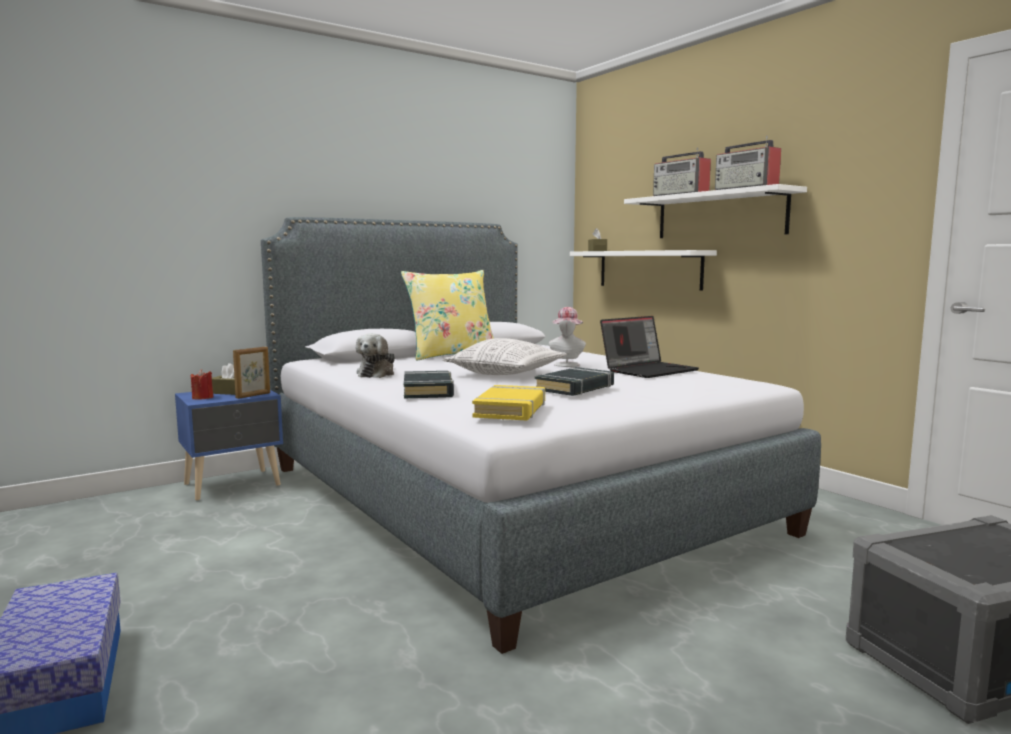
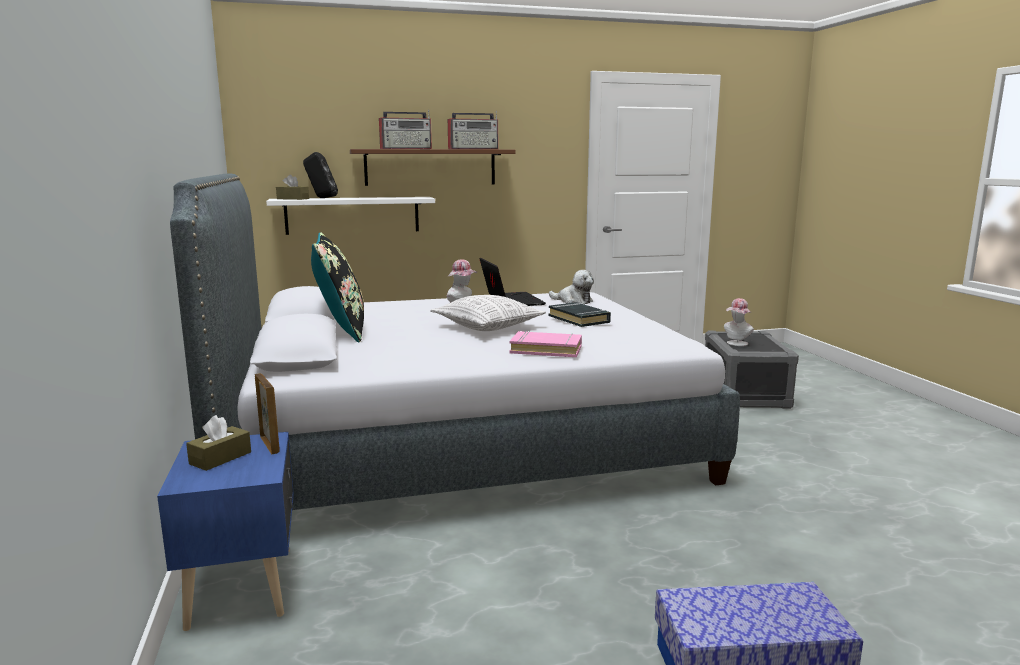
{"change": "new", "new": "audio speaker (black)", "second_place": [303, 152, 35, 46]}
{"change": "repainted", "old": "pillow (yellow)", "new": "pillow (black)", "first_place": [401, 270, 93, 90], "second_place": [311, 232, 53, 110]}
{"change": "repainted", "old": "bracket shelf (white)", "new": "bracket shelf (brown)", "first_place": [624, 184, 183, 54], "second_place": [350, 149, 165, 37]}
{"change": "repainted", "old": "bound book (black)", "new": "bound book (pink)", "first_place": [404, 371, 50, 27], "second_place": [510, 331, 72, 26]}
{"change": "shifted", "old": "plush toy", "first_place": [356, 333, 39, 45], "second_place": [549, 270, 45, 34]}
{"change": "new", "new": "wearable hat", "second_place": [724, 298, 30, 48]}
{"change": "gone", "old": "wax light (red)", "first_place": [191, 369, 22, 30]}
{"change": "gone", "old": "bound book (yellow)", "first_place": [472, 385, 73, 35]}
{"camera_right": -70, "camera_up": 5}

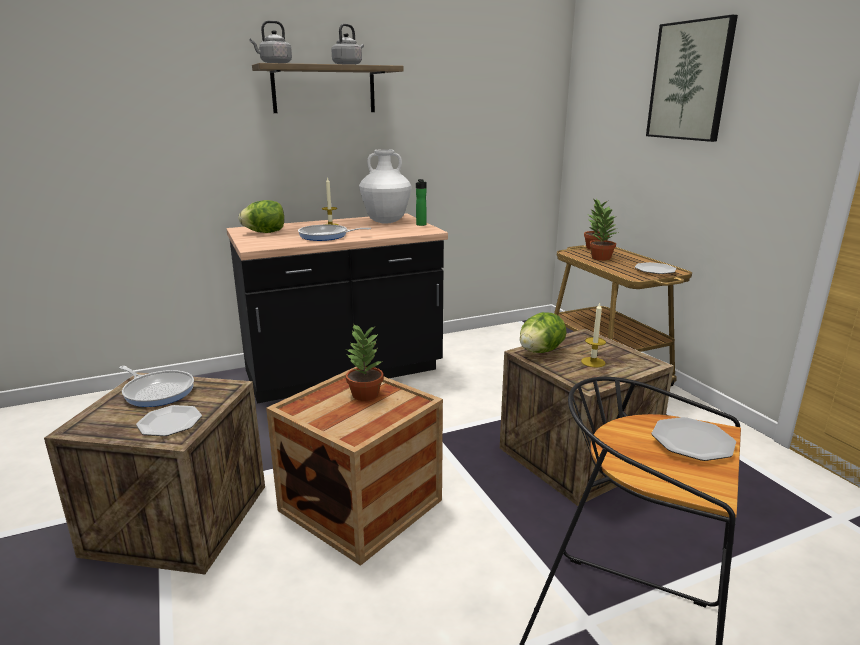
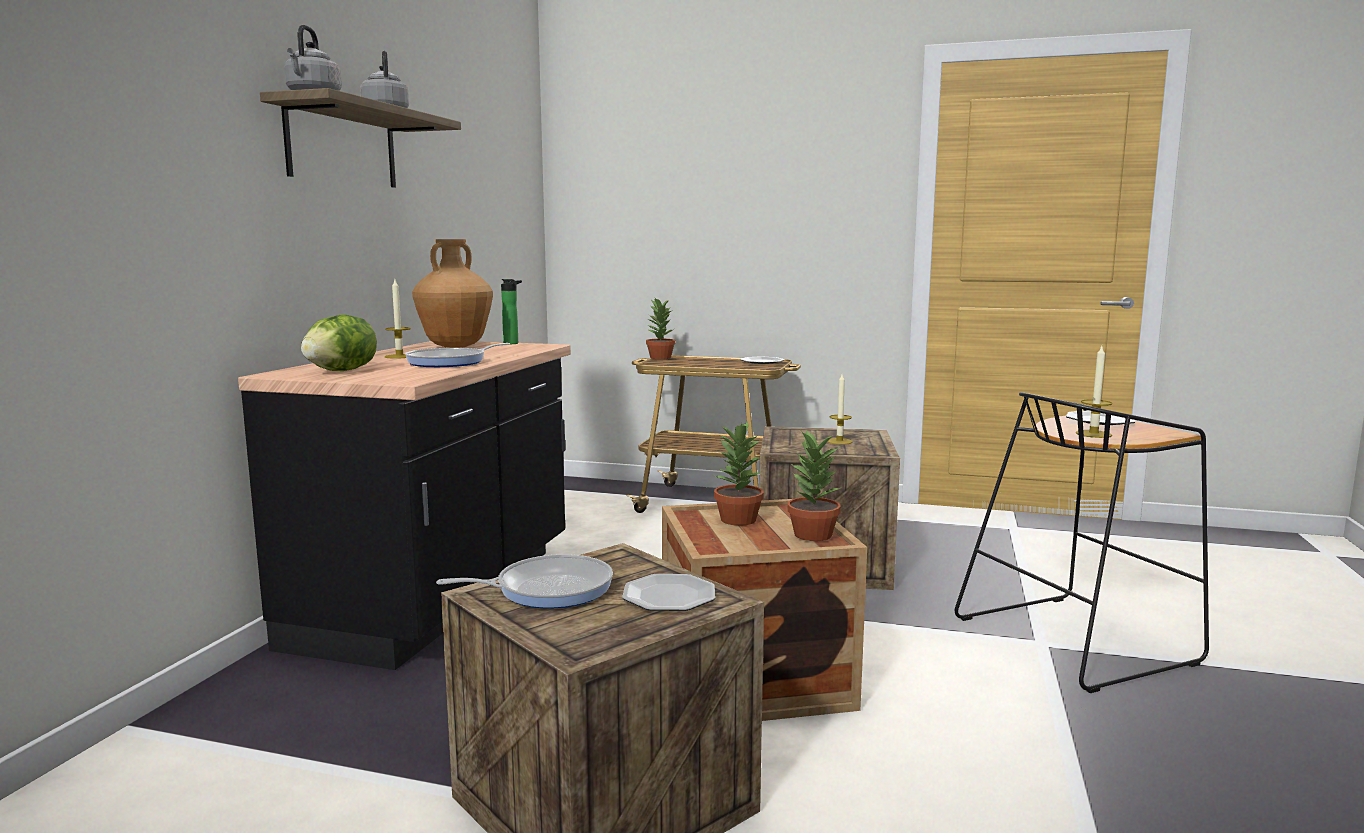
{"change": "repainted", "old": "vase (white)", "new": "vase (brown)", "first_place": [359, 149, 52, 75], "second_place": [412, 239, 81, 109]}
{"change": "shifted", "old": "plant in a pot", "first_place": [589, 206, 30, 55], "second_place": [788, 430, 54, 111]}
{"change": "new", "new": "wax light", "second_place": [1076, 346, 37, 92]}
{"change": "gone", "old": "head of lettuce", "first_place": [520, 312, 46, 41]}
{"change": "gone", "old": "picture", "first_place": [646, 15, 92, 127]}
{"camera_right": -50, "camera_up": -10}

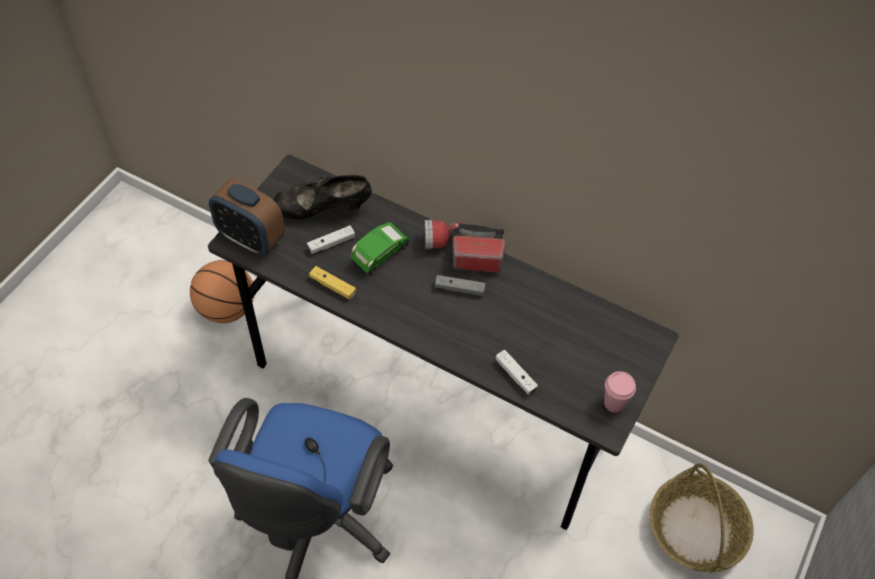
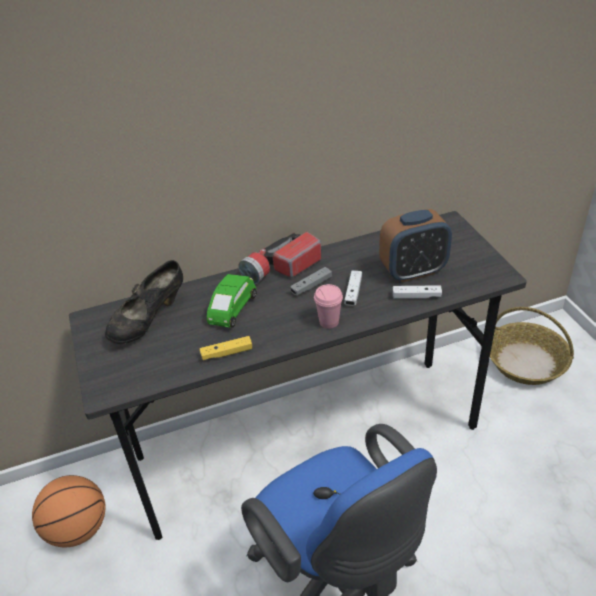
{"change": "rotated", "old": "model car (green-coloured)", "first_place": [350, 222, 60, 53], "second_place": [207, 274, 50, 54], "degrees": -150}
{"change": "shifted", "old": "cup (pink)", "first_place": [604, 371, 32, 42], "second_place": [314, 284, 29, 45]}
{"change": "shifted", "old": "game controller (white)", "first_place": [307, 226, 48, 28], "second_place": [344, 270, 18, 36]}
{"change": "shifted", "old": "table clock", "first_place": [209, 179, 76, 77], "second_place": [379, 209, 73, 73]}
{"camera_right": -45, "camera_up": -15}

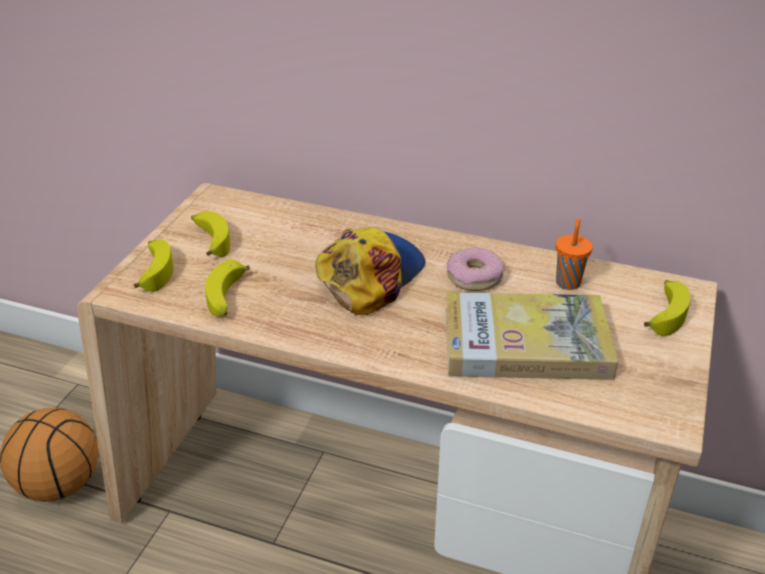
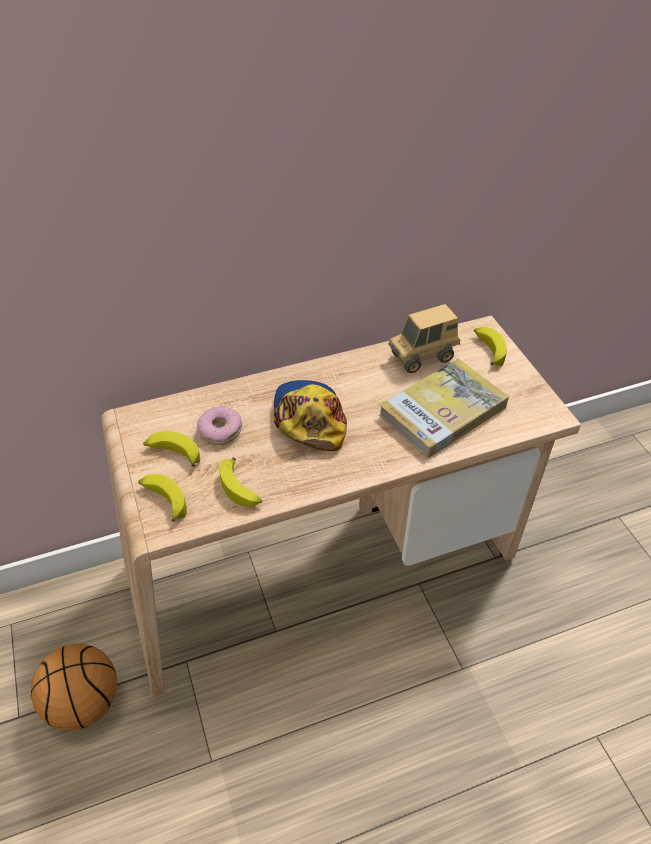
{"change": "shifted", "old": "donut", "first_place": [447, 248, 58, 43], "second_place": [197, 406, 45, 39]}
{"change": "swapped", "old": "cup (orange)", "new": "model truck", "first_place": [556, 218, 37, 72], "second_place": [388, 304, 72, 69]}
{"camera_right": -40, "camera_up": 10}

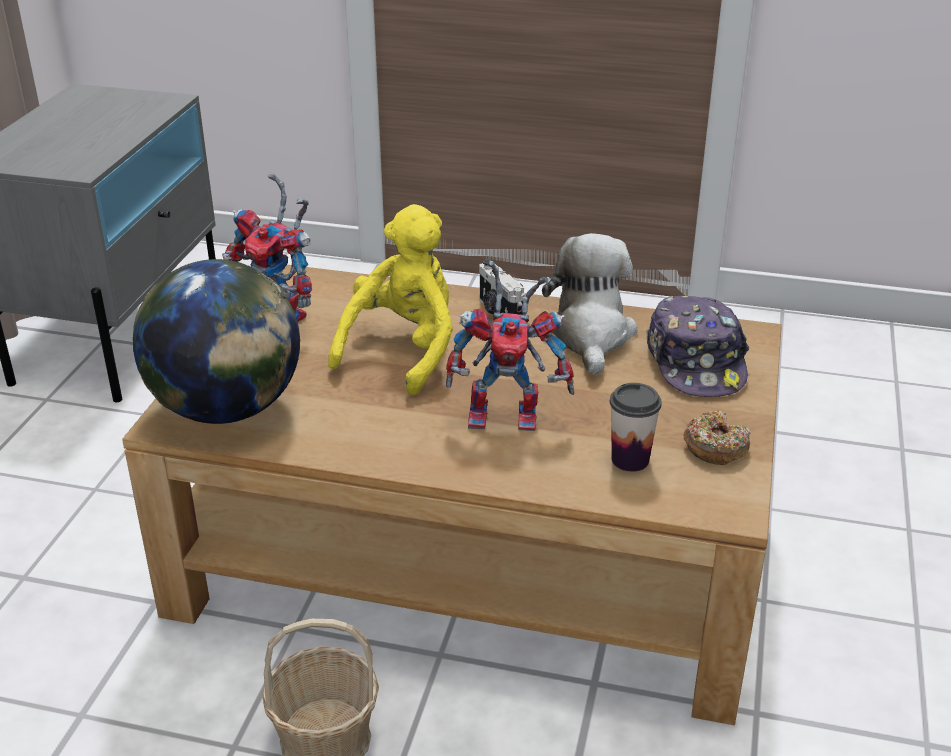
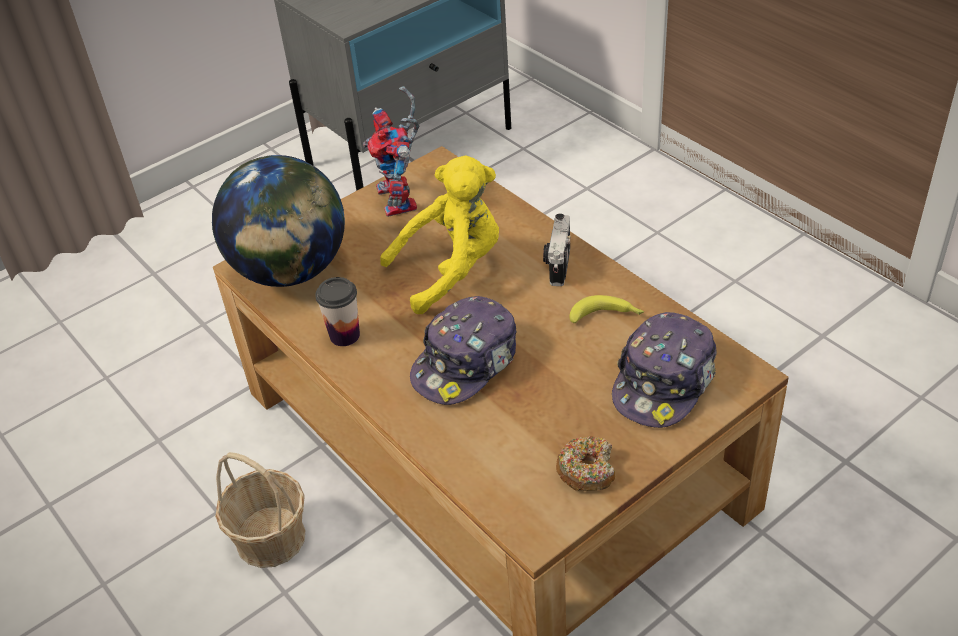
{"change": "shifted", "old": "cup", "first_place": [610, 383, 52, 89], "second_place": [315, 277, 45, 69]}
{"change": "swapped", "old": "model robot", "new": "cap", "first_place": [446, 260, 128, 171], "second_place": [410, 296, 107, 109]}
{"change": "swapped", "old": "plush toy", "new": "banana", "first_place": [542, 233, 96, 143], "second_place": [570, 295, 74, 28]}
{"camera_right": 40, "camera_up": 10}

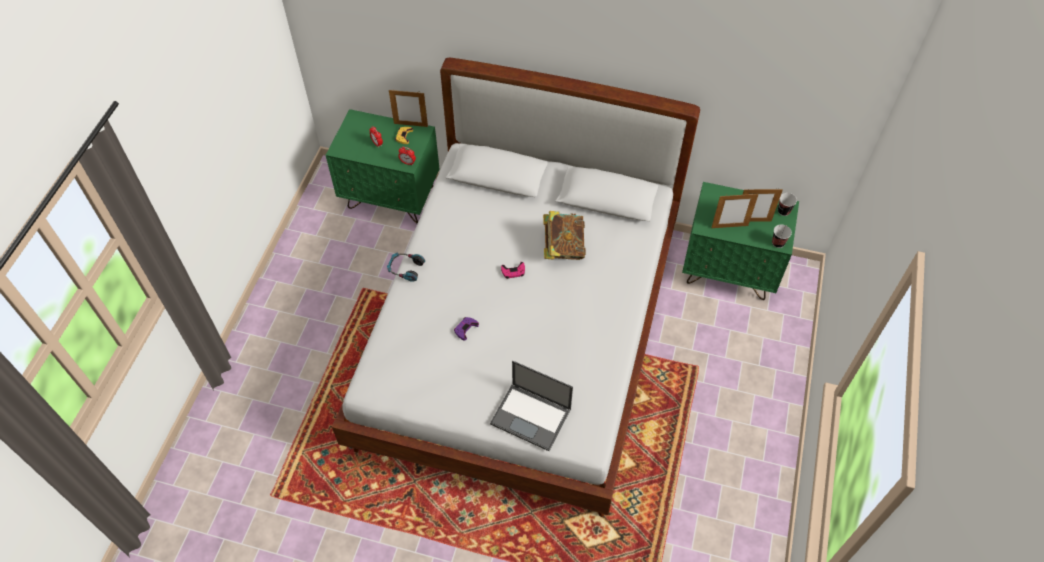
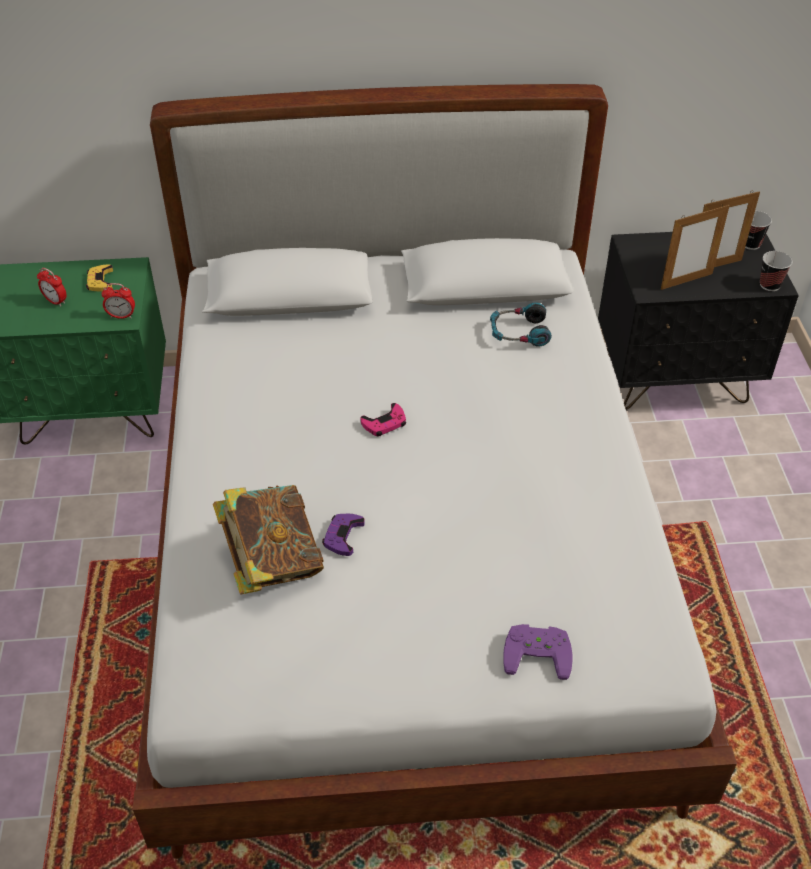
{"change": "shifted", "old": "bound book", "first_place": [543, 211, 43, 49], "second_place": [213, 485, 111, 110]}
{"change": "shifted", "old": "headphones", "first_place": [387, 252, 38, 30], "second_place": [490, 303, 62, 44]}
{"change": "swapped", "old": "portable computer", "new": "game controller (purple)", "first_place": [490, 361, 83, 90], "second_place": [503, 624, 69, 56]}
{"change": "repainted", "old": "nightstand (green-coloured)", "new": "nightstand (black)", "first_place": [682, 182, 117, 118], "second_place": [598, 232, 201, 178]}
{"change": "gone", "old": "standing frame", "first_place": [389, 89, 39, 38]}
{"camera_right": -20, "camera_up": -10}

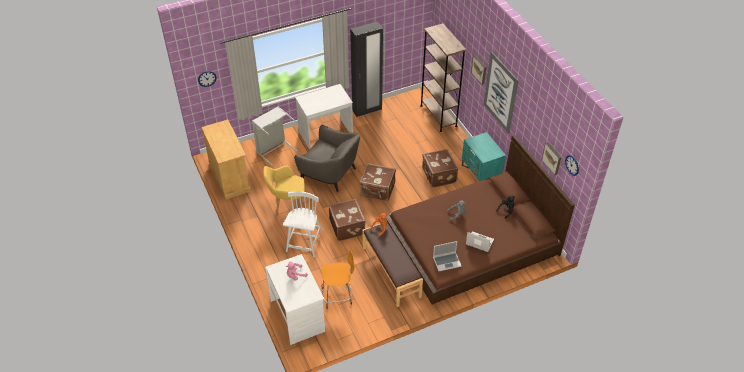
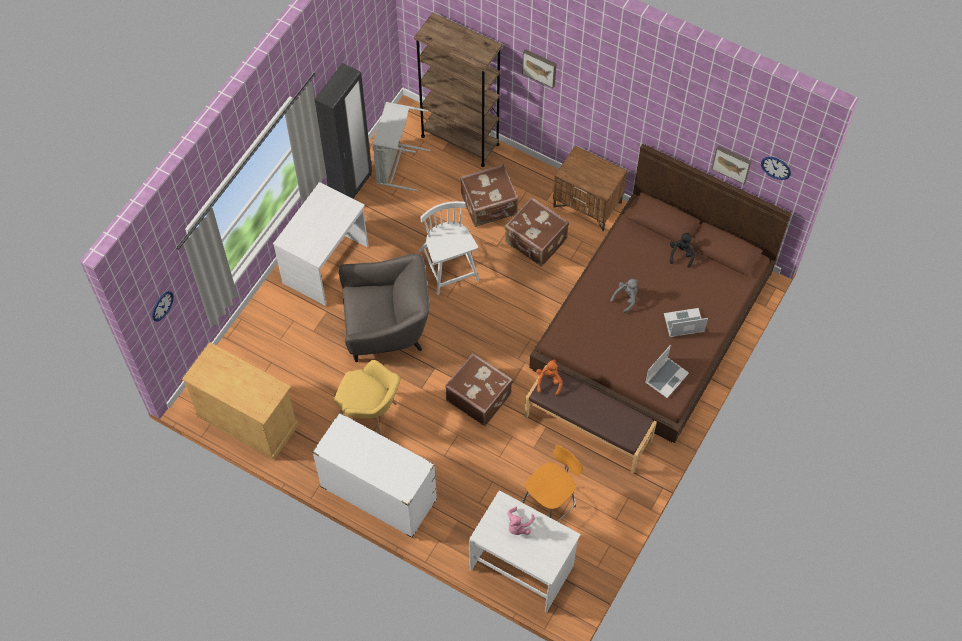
{"change": "new", "new": "chest of drawers (white)", "second_place": [312, 412, 125, 126]}
{"change": "rotated", "old": "lounge chair (yellow)", "first_place": [263, 166, 42, 50], "second_place": [334, 360, 67, 75], "degrees": -120}
{"change": "shifted", "old": "laundry basket (gray)", "first_place": [252, 106, 45, 60], "second_place": [372, 102, 58, 89]}
{"change": "shifted", "old": "chair (white)", "first_place": [283, 191, 41, 66], "second_place": [419, 201, 60, 94]}
{"change": "shifted", "old": "suitcase (brown)", "first_place": [360, 163, 36, 38], "second_place": [460, 164, 58, 63]}
{"change": "repainted", "old": "nightstand (turquoise)", "new": "nightstand (brown)", "first_place": [462, 132, 44, 49], "second_place": [553, 146, 74, 85]}
{"change": "gone", "old": "picture", "first_place": [484, 52, 35, 82]}
{"camera_right": -35, "camera_up": 15}

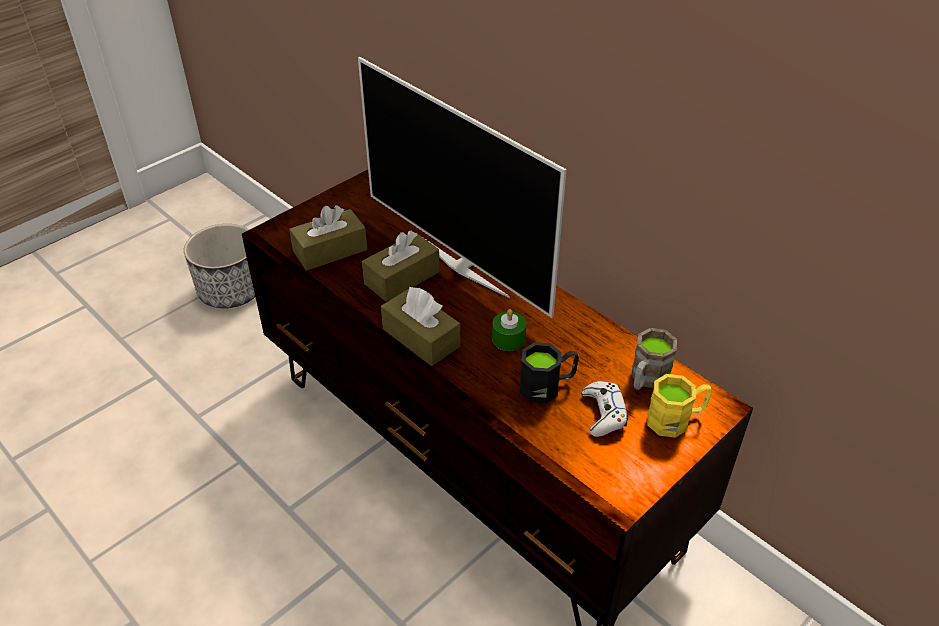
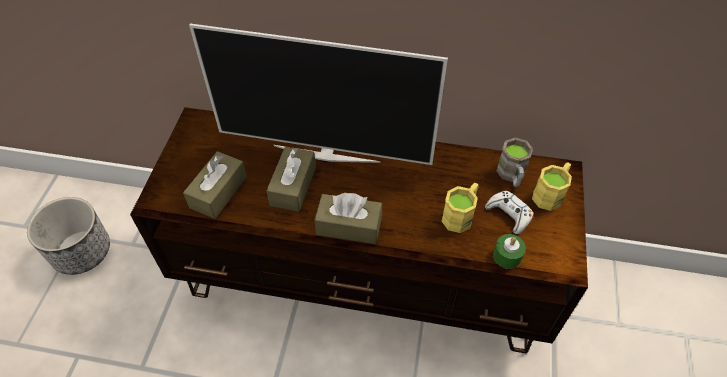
{"change": "repainted", "old": "tea mug (black)", "new": "tea mug (yellow)", "first_place": [520, 342, 59, 61], "second_place": [441, 183, 37, 50]}
{"change": "shifted", "old": "wax light (green-coloured)", "first_place": [492, 309, 34, 42], "second_place": [493, 234, 33, 35]}
{"camera_right": -35, "camera_up": 10}

